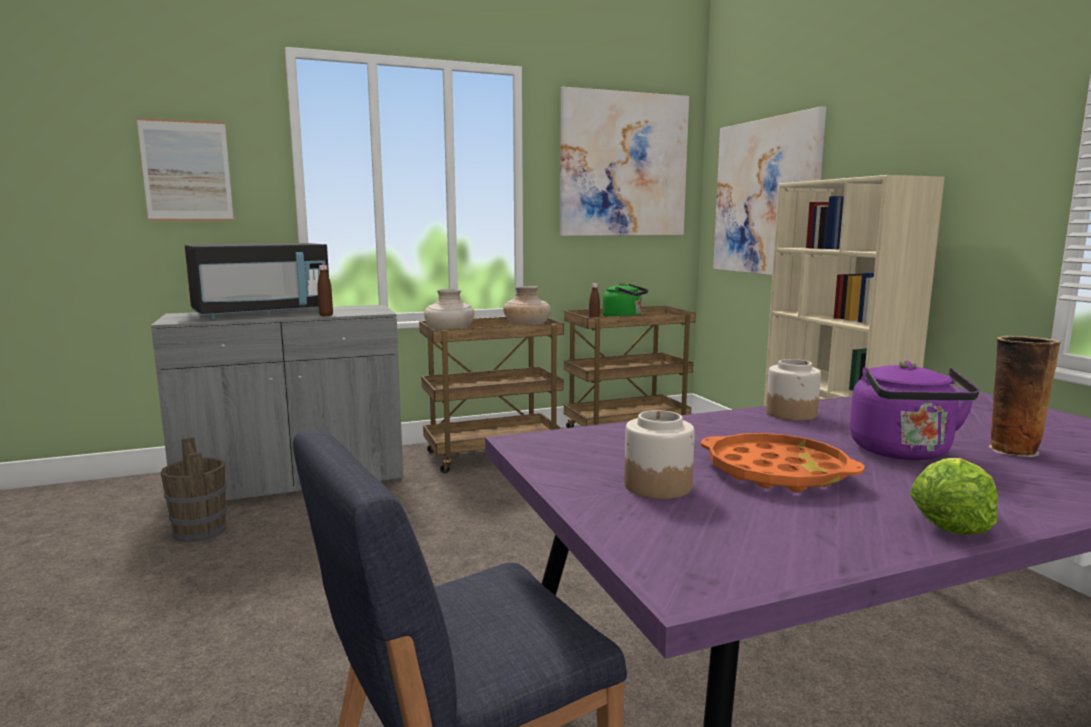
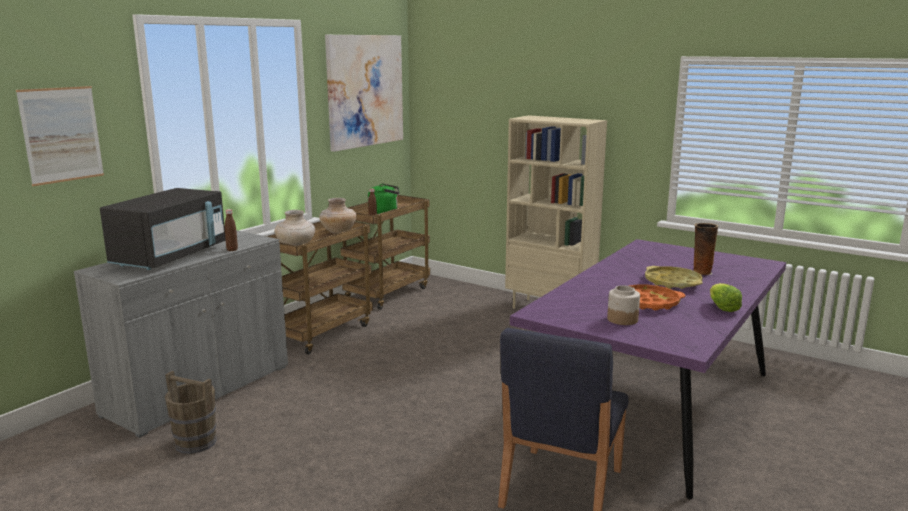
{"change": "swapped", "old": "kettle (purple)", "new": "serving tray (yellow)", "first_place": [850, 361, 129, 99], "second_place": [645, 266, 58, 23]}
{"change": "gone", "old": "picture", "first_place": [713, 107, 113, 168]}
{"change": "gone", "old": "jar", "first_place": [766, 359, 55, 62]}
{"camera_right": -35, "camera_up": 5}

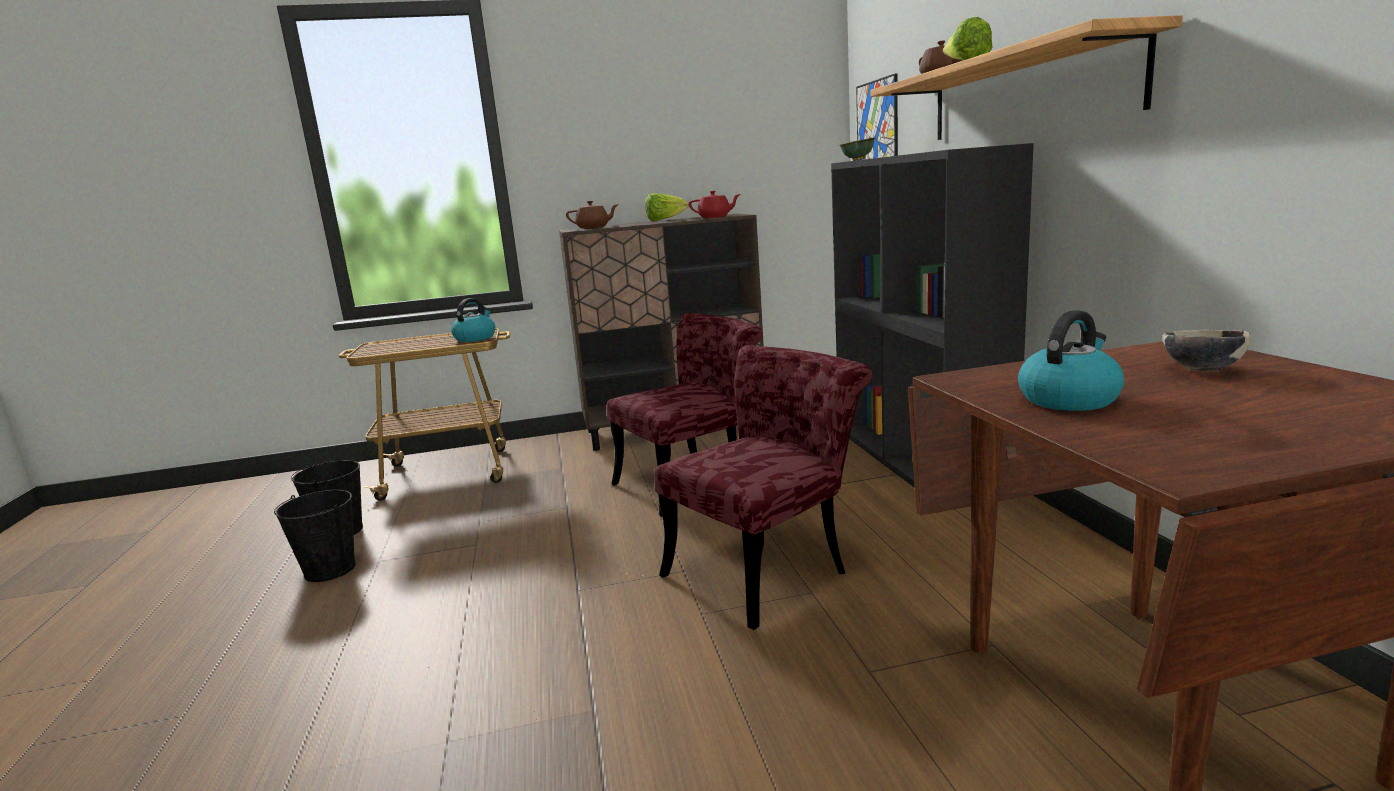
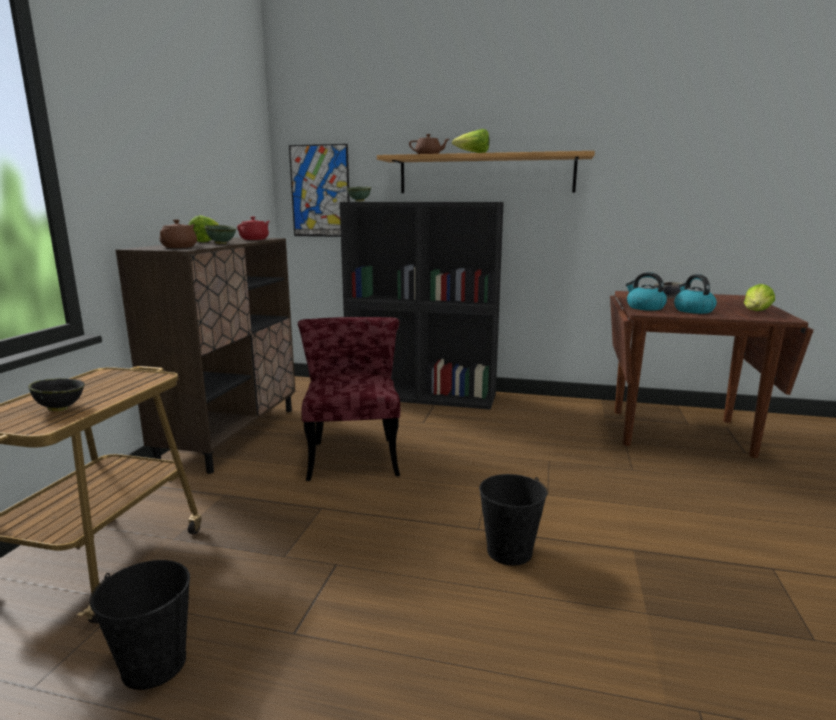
{"change": "new", "new": "deep dish (black)", "second_place": [28, 378, 57, 33]}
{"change": "new", "new": "deep dish (green-coloured)", "second_place": [204, 225, 32, 19]}
{"change": "shifted", "old": "pail (black)", "first_place": [274, 490, 82, 92], "second_place": [479, 474, 69, 92]}
{"change": "shifted", "old": "kettle", "first_place": [451, 298, 44, 44], "second_place": [626, 272, 41, 39]}
{"change": "new", "new": "head of lettuce", "second_place": [744, 284, 31, 27]}
{"change": "gone", "old": "chair (red)", "first_place": [654, 345, 218, 285]}
{"camera_right": -65, "camera_up": 0}

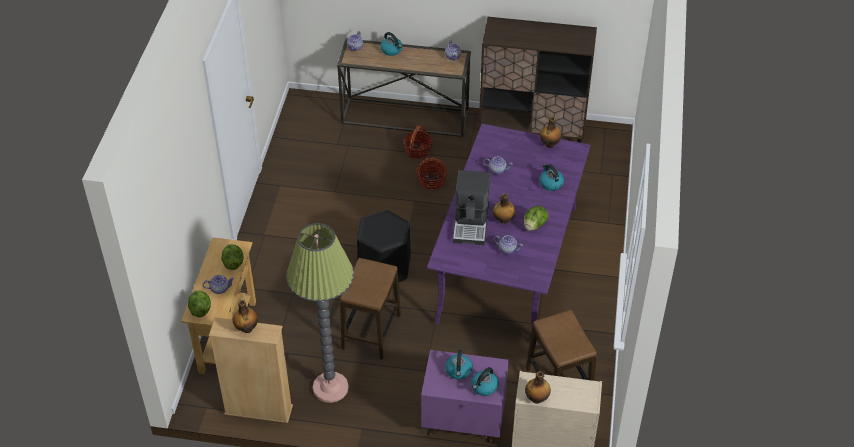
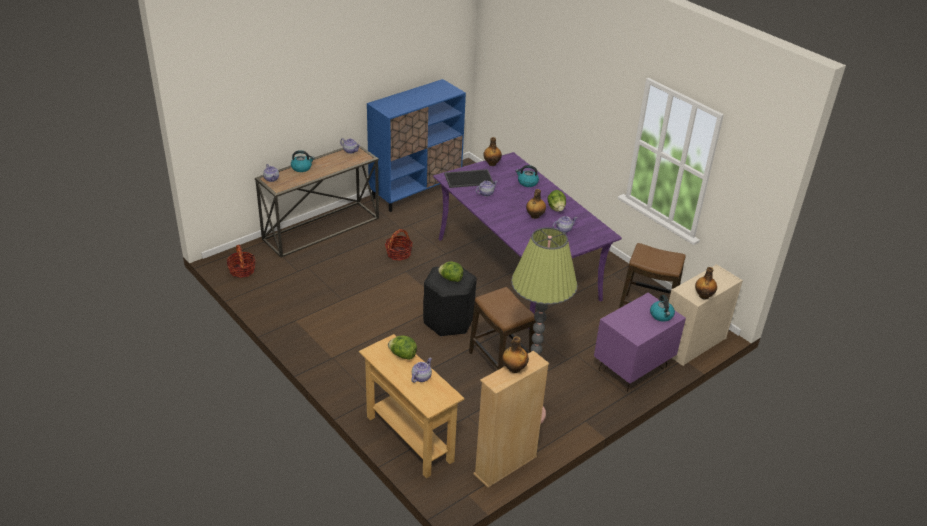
{"change": "shifted", "old": "storage basket", "first_place": [403, 125, 30, 34], "second_place": [227, 244, 29, 34]}
{"change": "repainted", "old": "cupboard (brown)", "new": "cupboard (bluish)", "first_place": [479, 17, 118, 126], "second_place": [367, 79, 99, 133]}
{"change": "shifted", "old": "head of lettuce", "first_place": [188, 290, 23, 27], "second_place": [438, 261, 26, 21]}
{"change": "new", "new": "serving tray", "second_place": [444, 169, 50, 19]}
{"change": "gone", "old": "kettle", "first_place": [445, 350, 28, 29]}
{"change": "gone", "old": "coffee brewer", "first_place": [453, 170, 37, 75]}
{"camera_right": -50, "camera_up": -10}

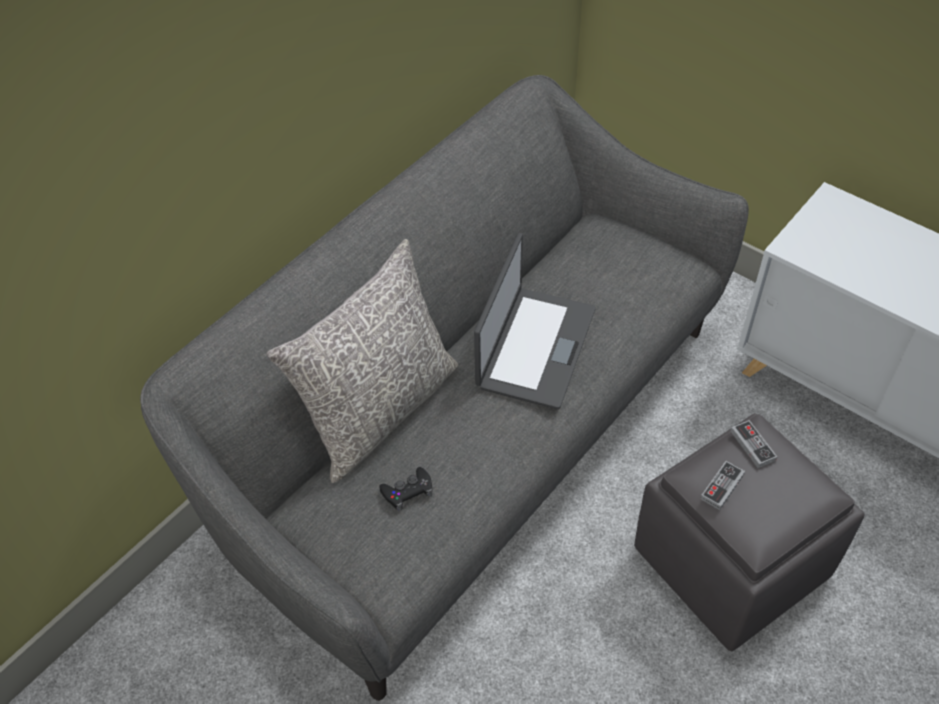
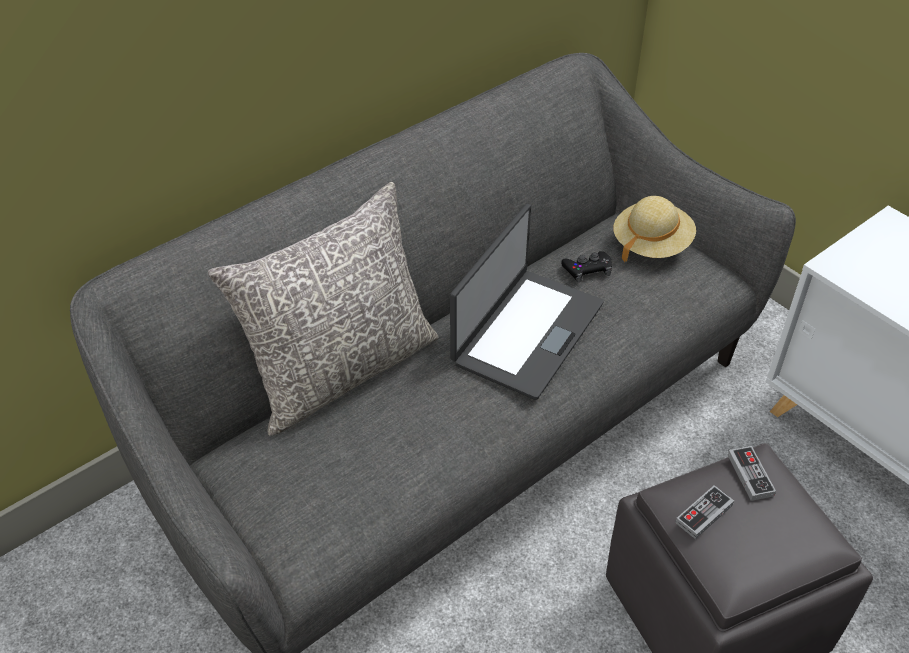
{"change": "shifted", "old": "game controller (black)", "first_place": [379, 467, 53, 44], "second_place": [561, 251, 51, 31]}
{"change": "new", "new": "wearable hat (sand-coloured)", "second_place": [613, 196, 83, 66]}
{"camera_right": 10, "camera_up": -5}

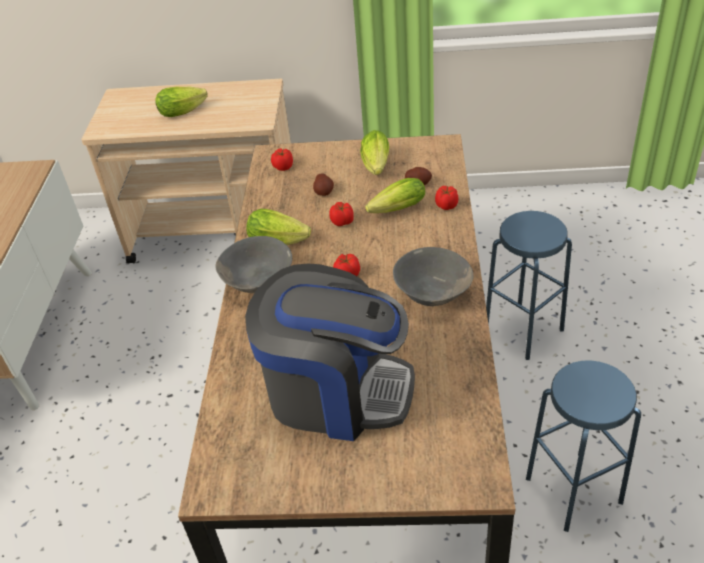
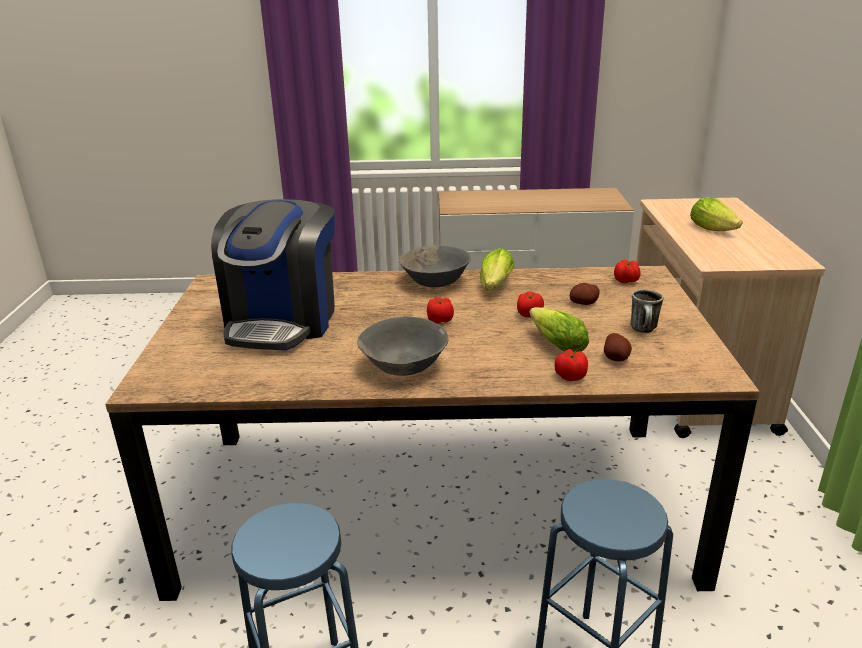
{"change": "swapped", "old": "head of lettuce", "new": "tea mug", "first_place": [360, 130, 29, 45], "second_place": [630, 289, 33, 44]}
{"camera_right": 85, "camera_up": -15}

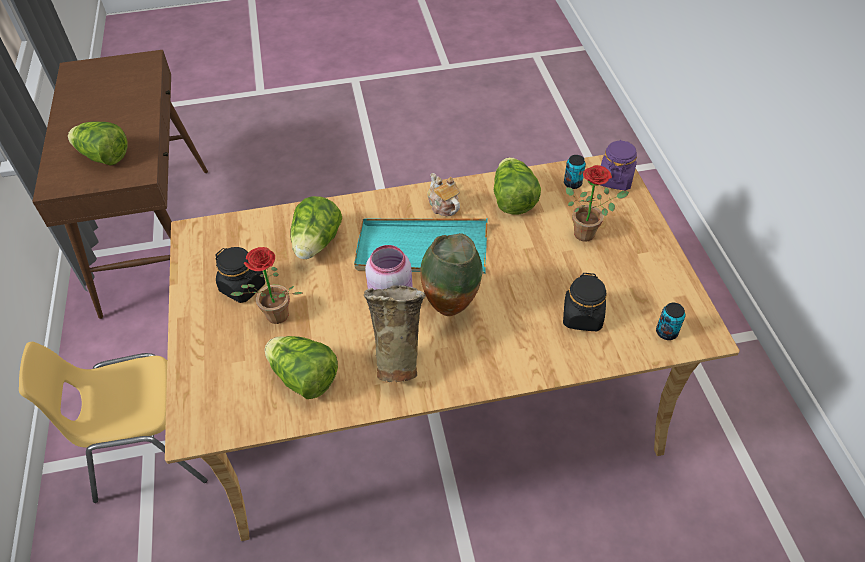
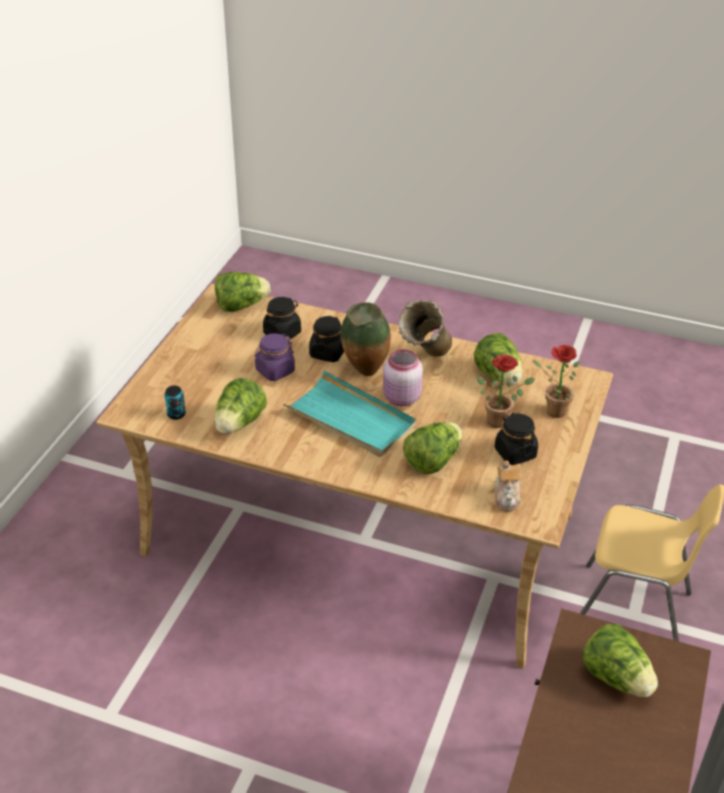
{"change": "swapped", "old": "metal can", "new": "head of lettuce", "first_place": [656, 303, 29, 37], "second_place": [215, 272, 55, 40]}
{"change": "shifted", "old": "jar (purple)", "first_place": [601, 140, 36, 50], "second_place": [255, 333, 40, 48]}
{"change": "new", "new": "jar (black)", "second_place": [309, 316, 35, 46]}
{"change": "shifted", "old": "tea pot", "first_place": [428, 173, 32, 43], "second_place": [495, 461, 27, 50]}
{"change": "shifted", "old": "plant in a pot", "first_place": [566, 165, 63, 77], "second_place": [532, 345, 47, 73]}
{"camera_right": -150, "camera_up": -10}

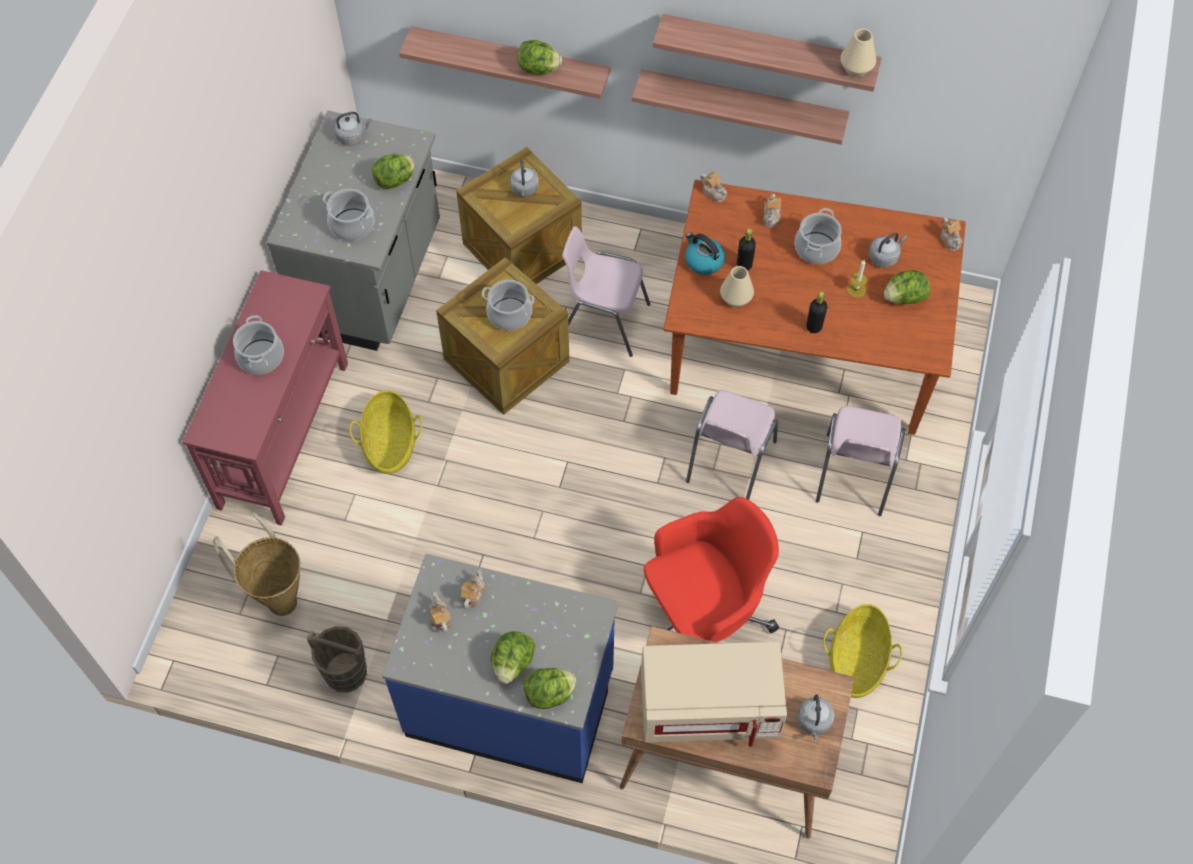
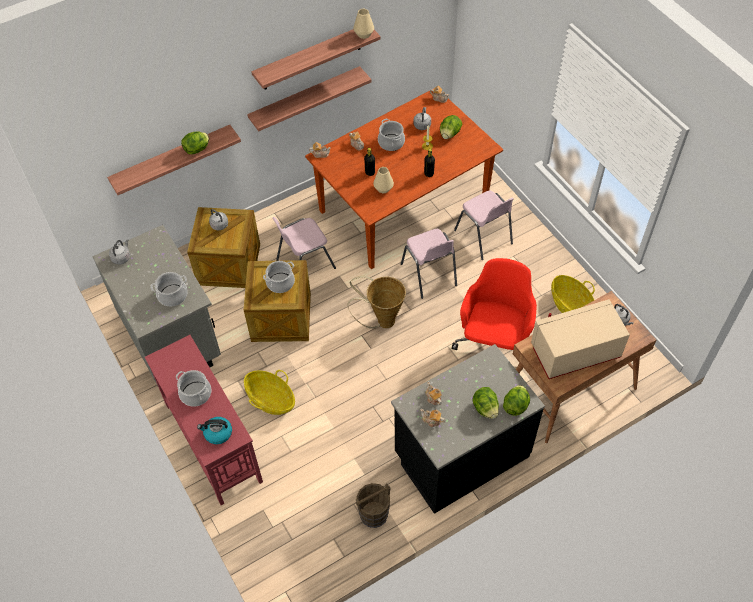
{"change": "shifted", "old": "kettle", "first_place": [685, 232, 40, 43], "second_place": [197, 417, 35, 27]}
{"change": "shifted", "old": "storage basket", "first_place": [213, 512, 88, 104], "second_place": [347, 276, 59, 53]}
{"change": "repainted", "old": "kitchen counter (bluish)", "new": "kitchen counter (black)", "first_place": [382, 554, 236, 229], "second_place": [391, 344, 154, 170]}
{"change": "rotated", "old": "kitchen microwave (sand-coloured)", "first_place": [641, 642, 146, 105], "second_place": [531, 299, 99, 80], "degrees": -150}
{"change": "gone", "old": "head of lettuce", "first_place": [371, 154, 44, 35]}
{"camera_right": -45, "camera_up": -5}

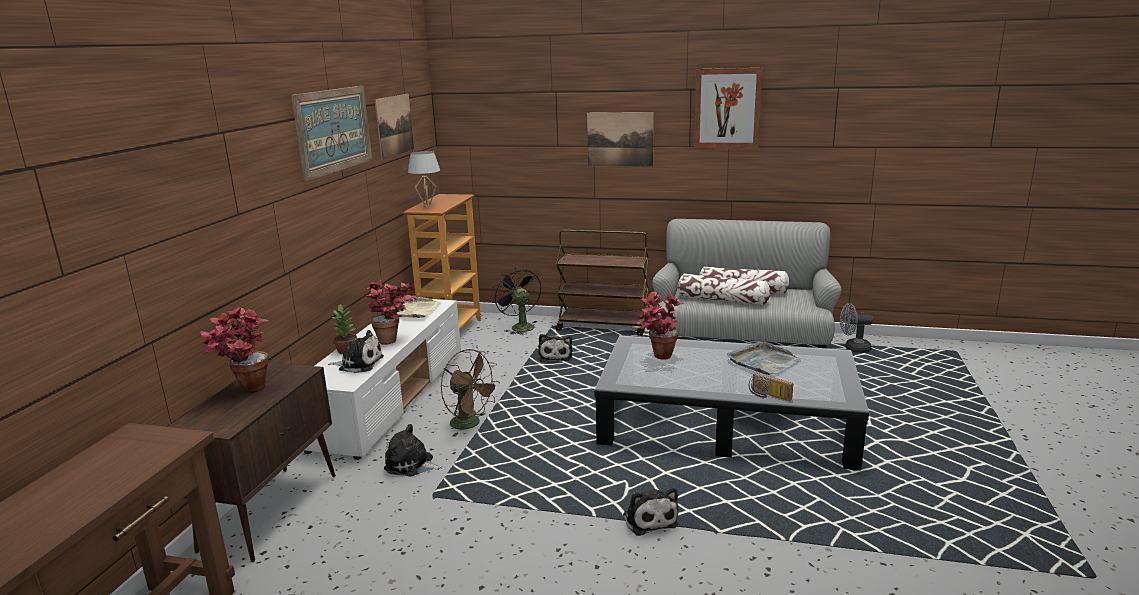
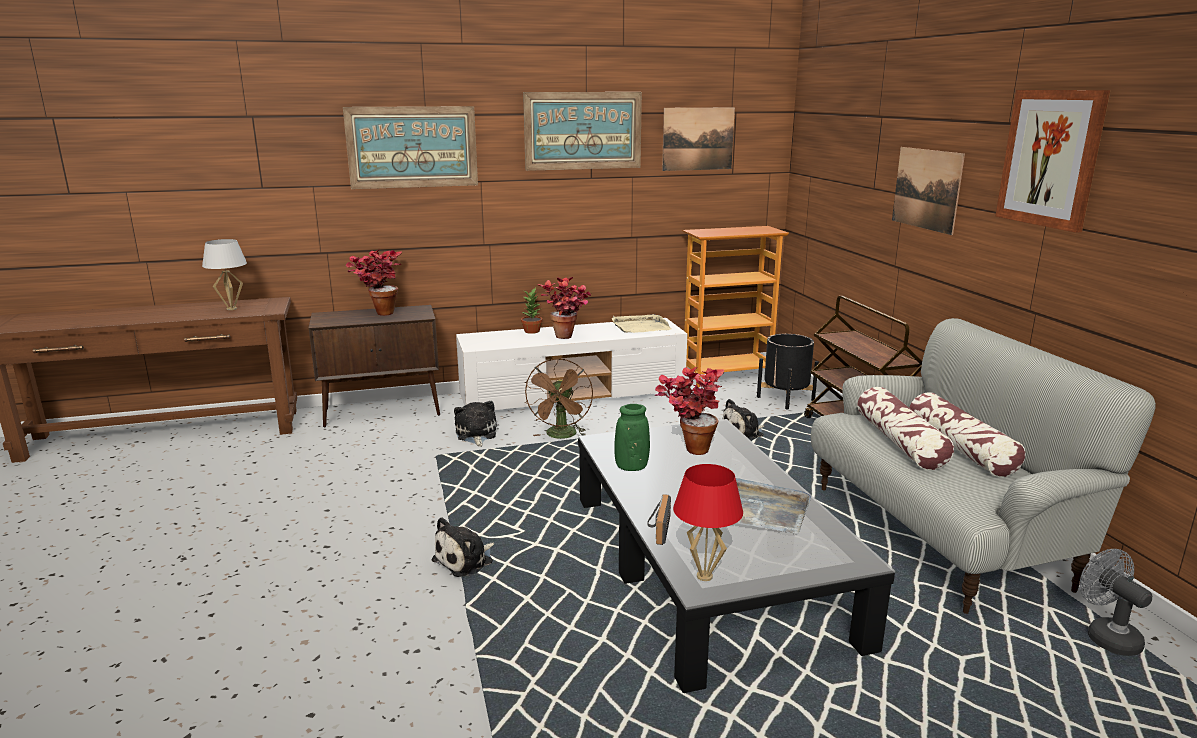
{"change": "shifted", "old": "tabletop lamp (white)", "first_place": [408, 151, 32, 56], "second_place": [202, 239, 45, 71]}
{"change": "new", "new": "picture", "second_place": [343, 106, 135, 83]}
{"change": "new", "new": "vase (green-coloured)", "second_place": [614, 404, 36, 67]}
{"change": "new", "new": "tabletop lamp (red)", "second_place": [673, 464, 70, 117]}
{"change": "swapped", "old": "electric fan (black)", "new": "flower pot (black)", "first_place": [493, 268, 48, 67], "second_place": [757, 334, 62, 76]}
{"change": "gone", "old": "plush toy", "first_place": [328, 330, 56, 43]}
{"camera_right": 60, "camera_up": 0}

